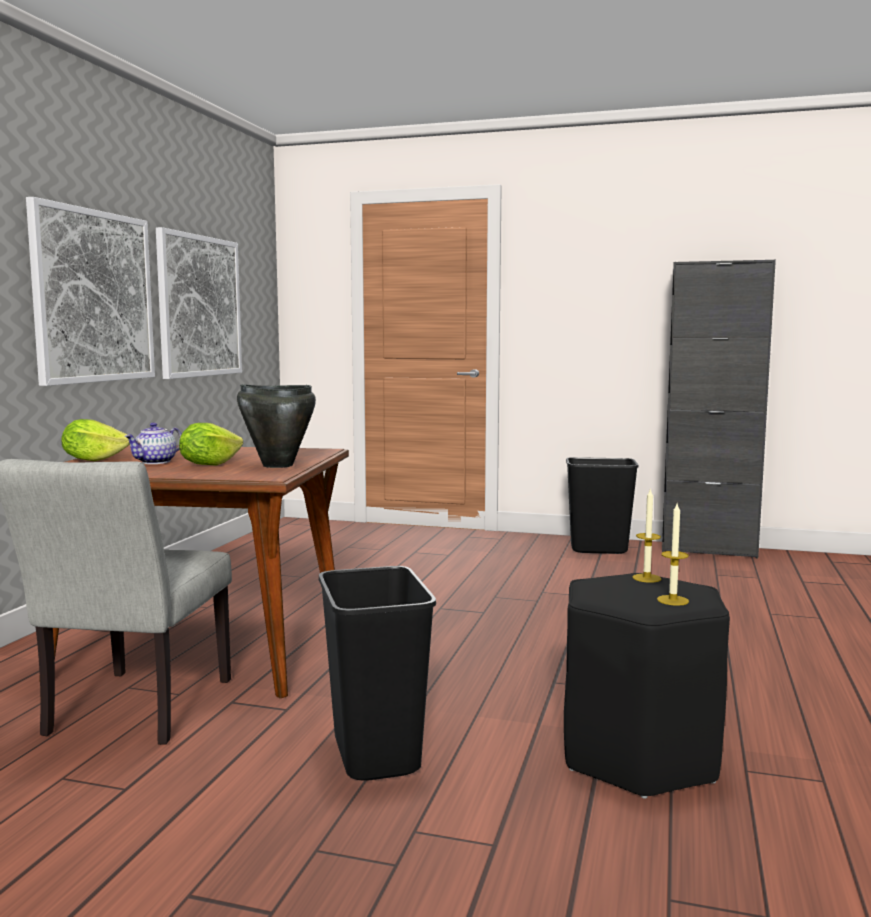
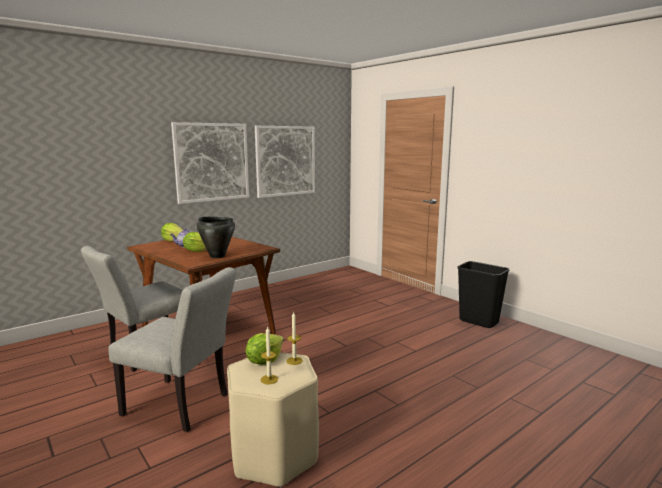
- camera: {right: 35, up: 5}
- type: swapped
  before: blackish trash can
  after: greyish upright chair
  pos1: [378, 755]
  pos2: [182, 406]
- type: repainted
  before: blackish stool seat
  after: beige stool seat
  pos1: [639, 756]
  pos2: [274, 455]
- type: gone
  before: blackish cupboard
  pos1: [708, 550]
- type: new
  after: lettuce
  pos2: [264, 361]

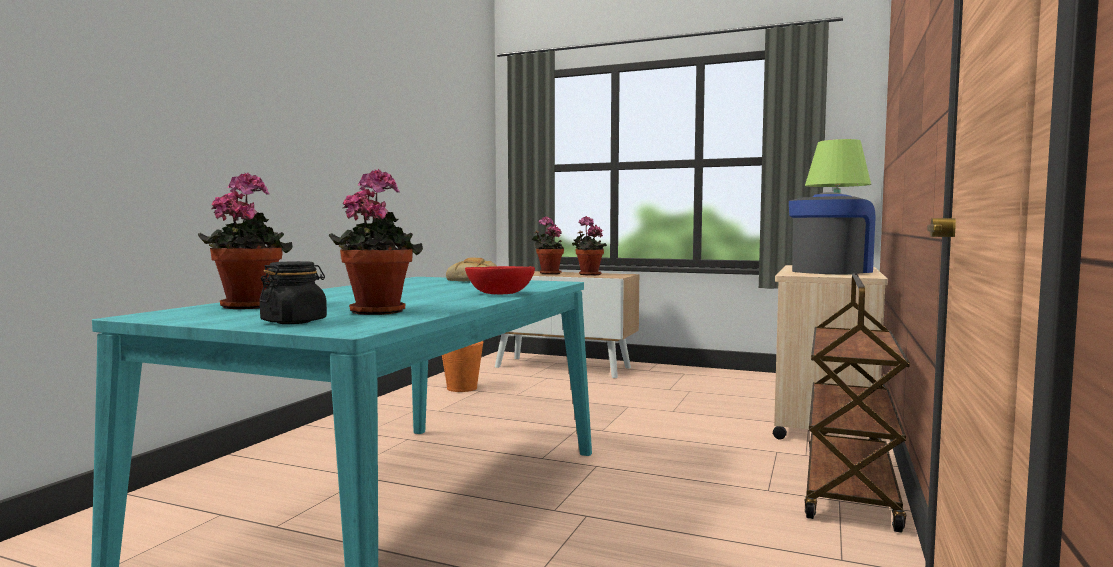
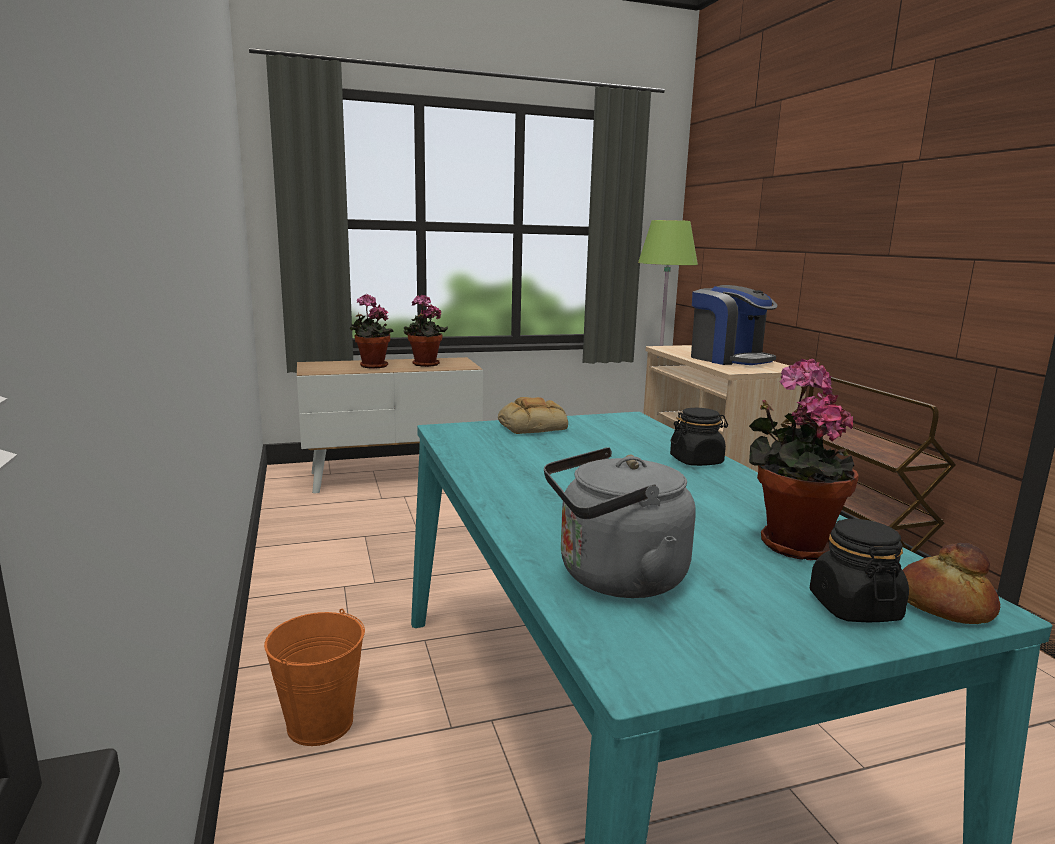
- camera: {right: -40, up: 10}
- type: swapped
  before: plant in a pot
  after: greyish tea kettle
  pos1: [250, 305]
  pos2: [614, 578]
- type: shifted
  before: orange water bucket
  pos1: [461, 388]
  pos2: [319, 723]
- type: swapped
  before: red deep dish
  after: blackish storage jar
  pos1: [499, 293]
  pos2: [696, 461]
- type: rotated
  before: coffee brewer
  pos1: [831, 271]
  pos2: [728, 359]
  turn: 135
- type: new
  after: bread
  pos2: [943, 605]

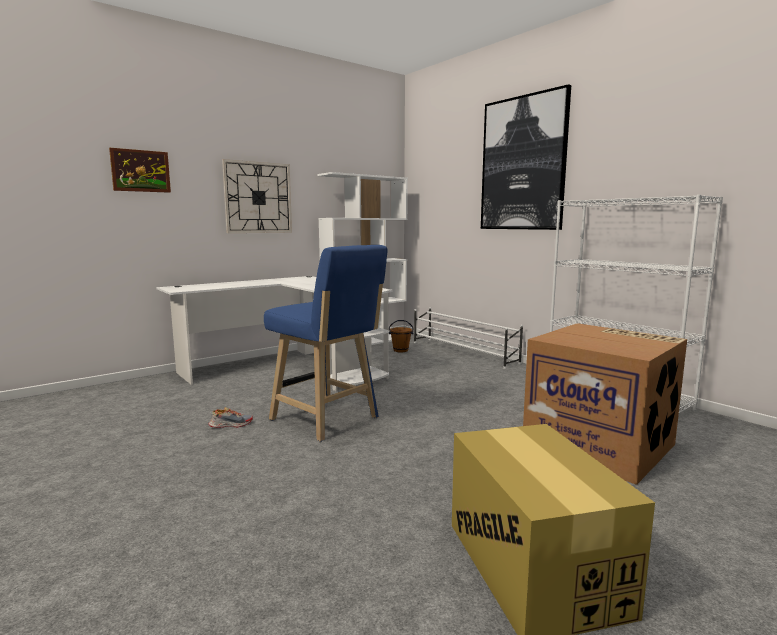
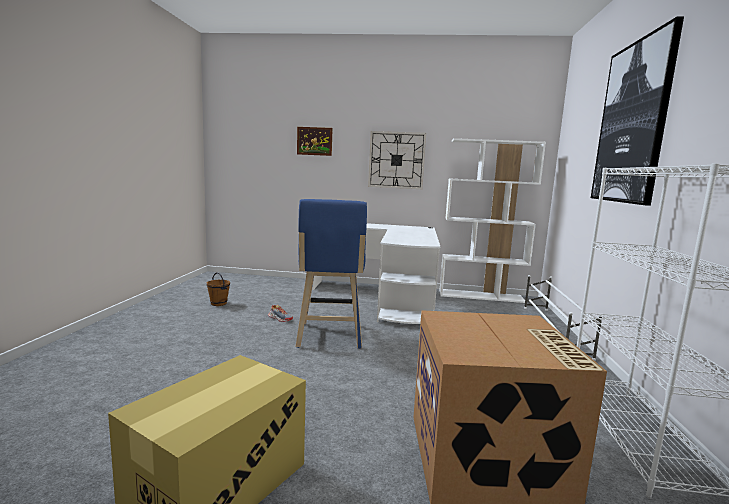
- camera: {right: 45, up: 0}
- type: shifted
  before: brown water bucket
  pos1: [400, 350]
  pos2: [219, 303]

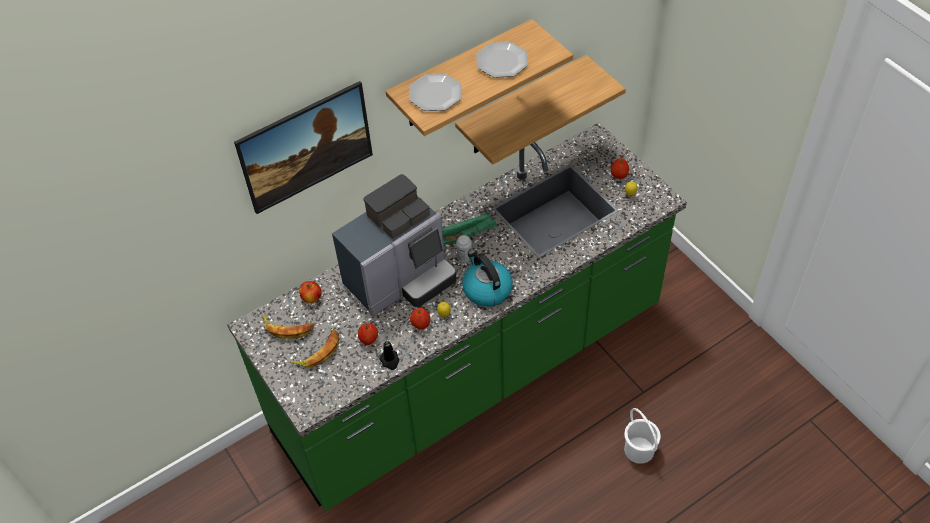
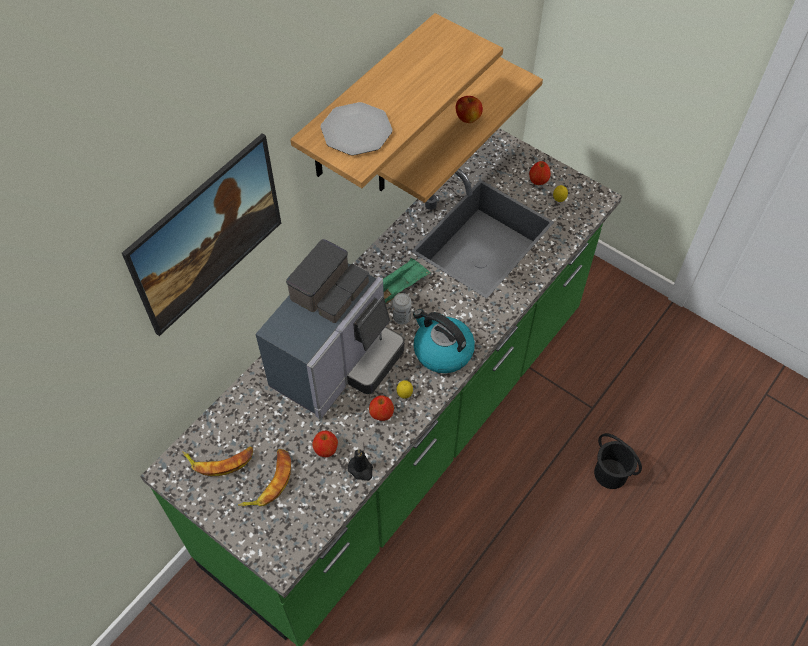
- camera: {right: -20, up: 5}
- type: shifted
  before: whole apple
  pos1: [312, 298]
  pos2: [468, 118]
- type: gone
  before: plate
  pos1: [502, 61]
- type: repainted
  before: white-coloured water bucket
  after: blackish water bucket
  pos1: [639, 449]
  pos2: [610, 473]

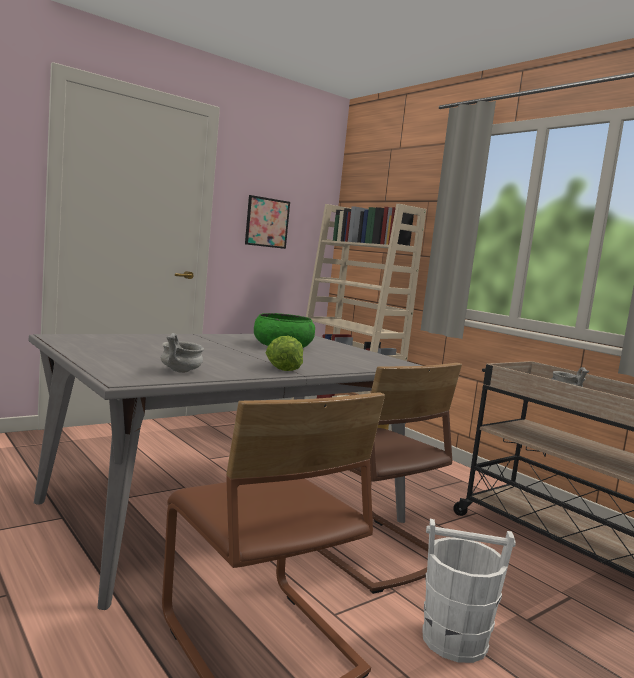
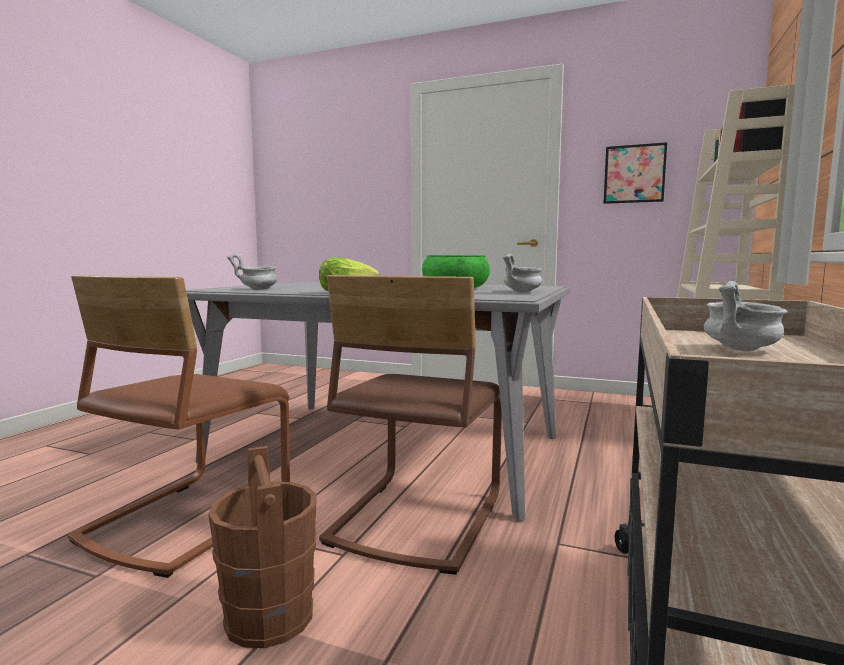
- camera: {right: 60, up: 0}
- type: repainted
  before: white-coloured water bucket
  after: brown water bucket
  pos1: [455, 640]
  pos2: [269, 617]
- type: new
  after: greyish deep dish
  pos2: [522, 292]

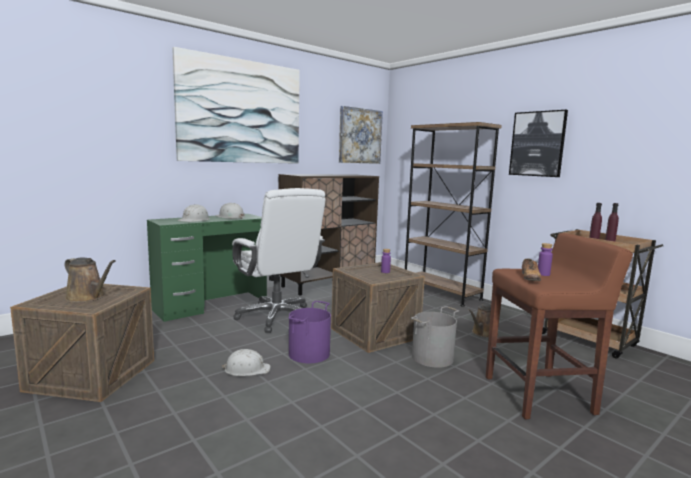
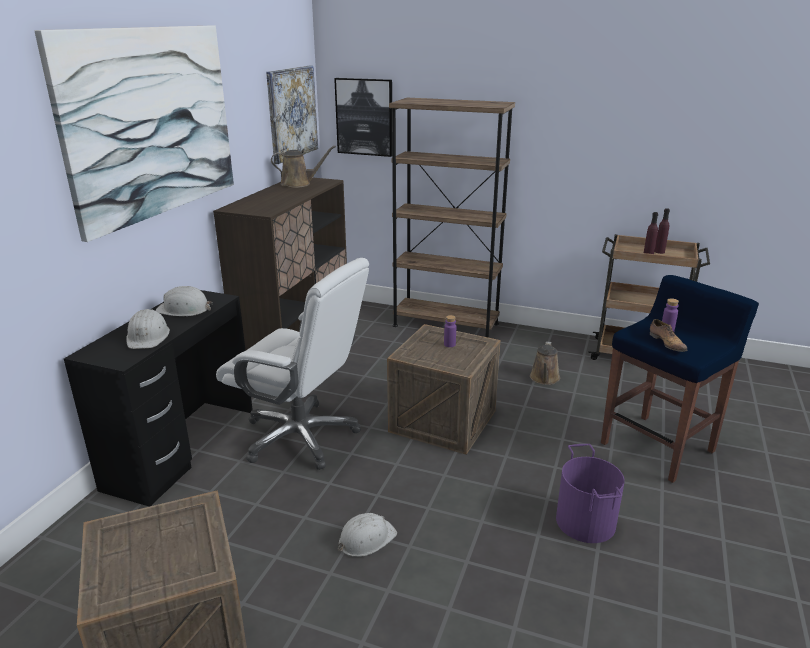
- camera: {right: -30, up: 15}
- type: shifted
  before: brown sprinkling can
  pos1: [88, 297]
  pos2: [299, 184]
- type: repainted
  before: green desk unit
  after: blackish desk unit
  pos1: [211, 305]
  pos2: [181, 447]
- type: shifted
  before: purplish water bucket
  pos1: [309, 354]
  pos2: [586, 521]
- type: gone
  before: greyish water bucket
  pos1: [433, 358]
- type: repainted
  before: brown stool seat
  after: blue-coloured stool seat
  pos1: [540, 395]
  pos2: [658, 447]
- type: shifted
  before: wall picture
  pos1: [537, 144]
  pos2: [364, 117]

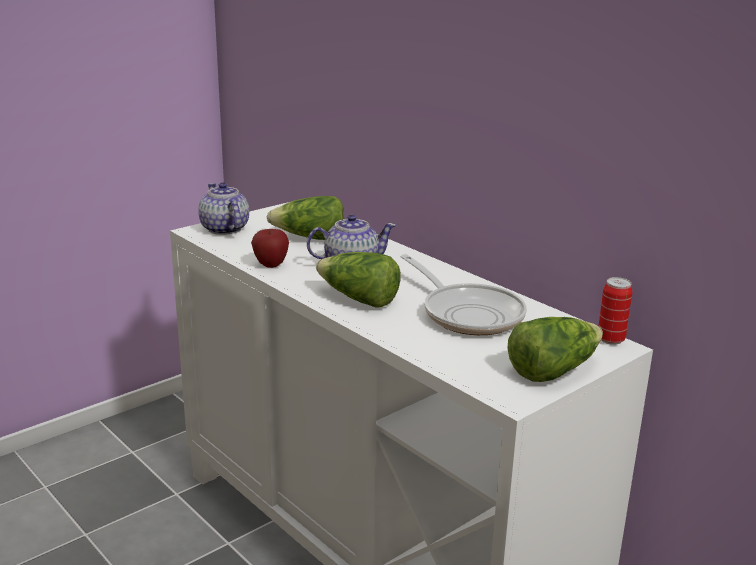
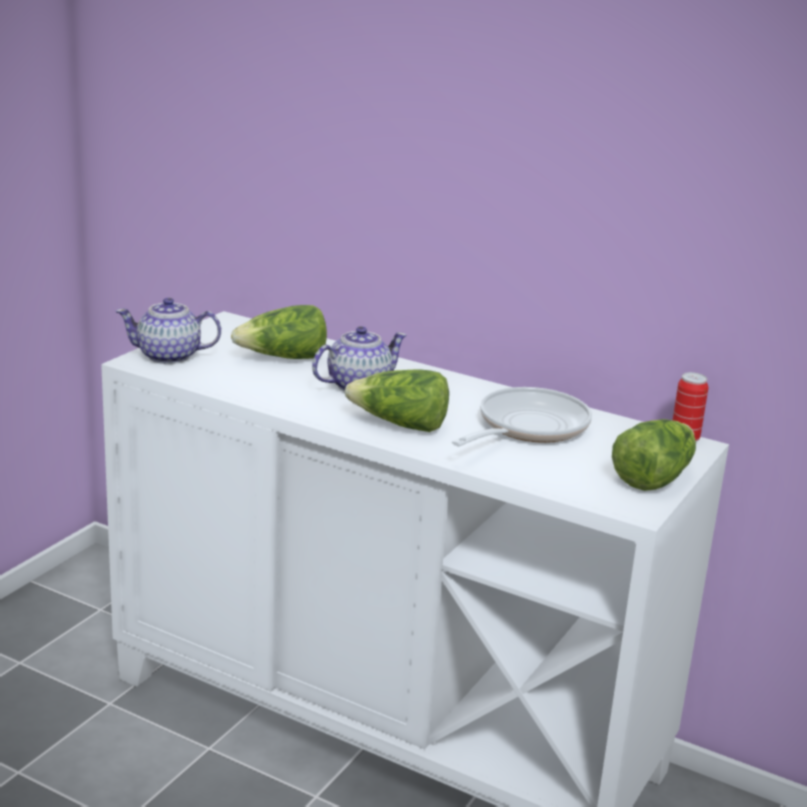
- camera: {right: -20, up: 0}
- type: rotated
  before: teapot
  pos1: [224, 229]
  pos2: [169, 356]
  turn: -45
- type: gone
  before: whole apple
  pos1: [271, 265]
- type: rotated
  before: pan
  pos1: [468, 313]
  pos2: [527, 427]
  turn: -90

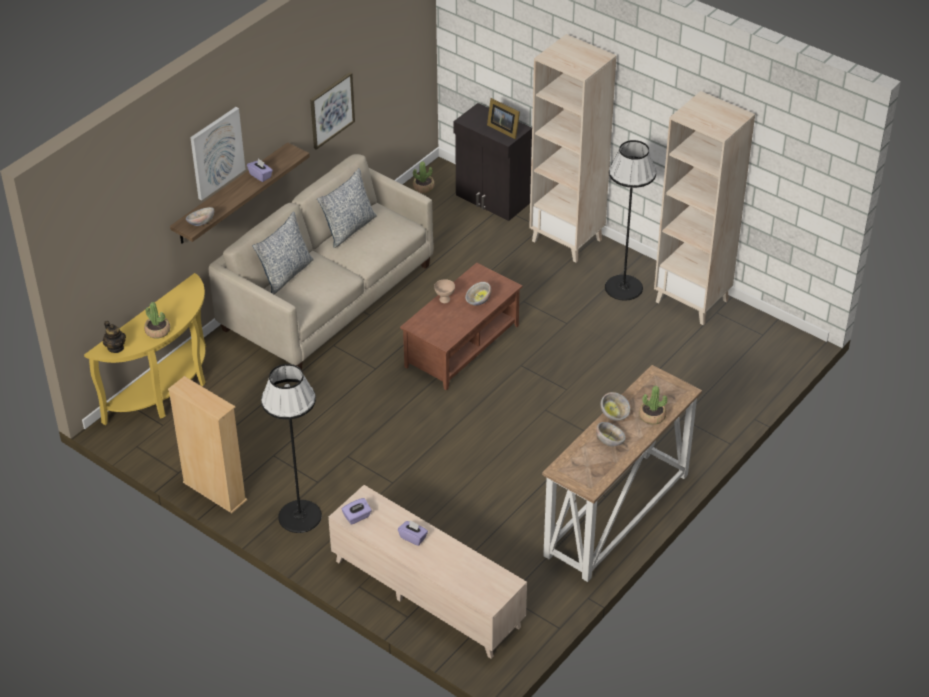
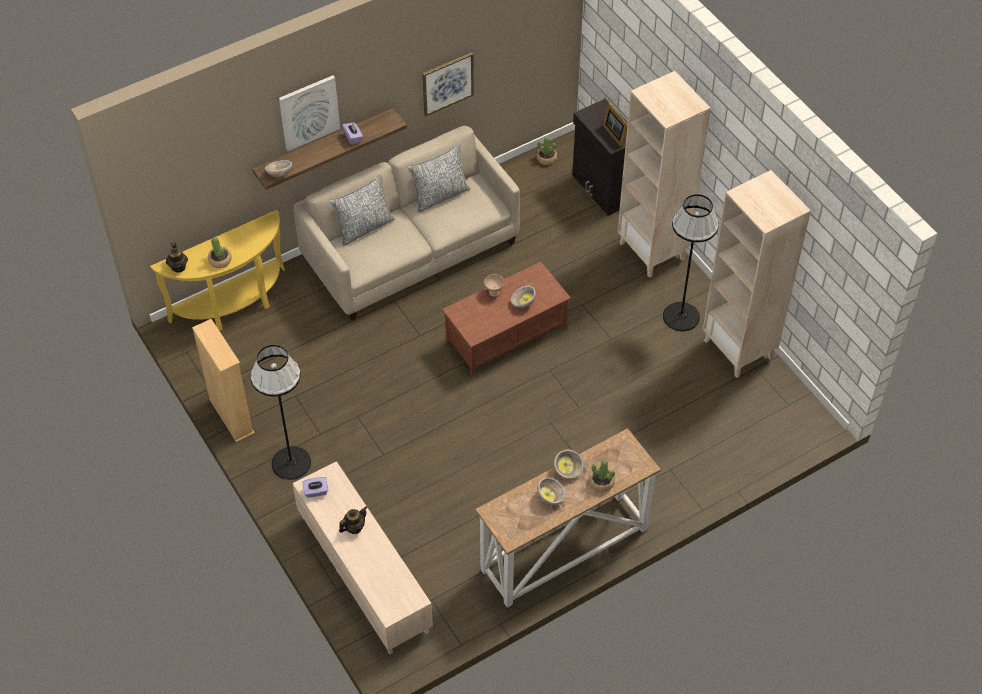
- camera: {right: 20, up: 10}
- type: swapped
  before: purplish box of tissues
  after: teapot
  pos1: [413, 537]
  pos2: [354, 527]

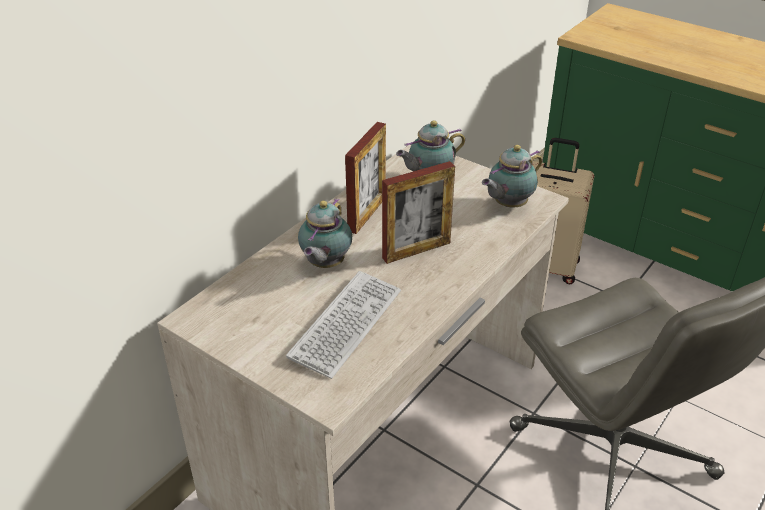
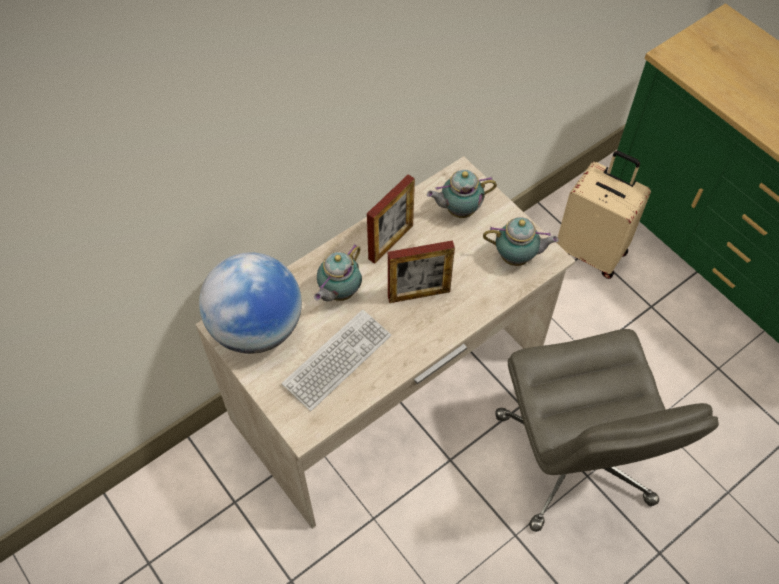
- camera: {right: 15, up: 20}
- type: rotated
  before: teapot
  pos1: [508, 205]
  pos2: [517, 258]
  turn: -150
- type: new
  after: globe
  pos2: [256, 327]

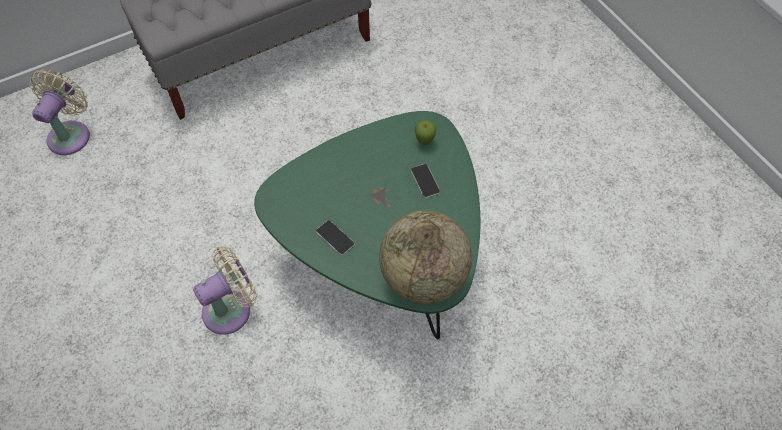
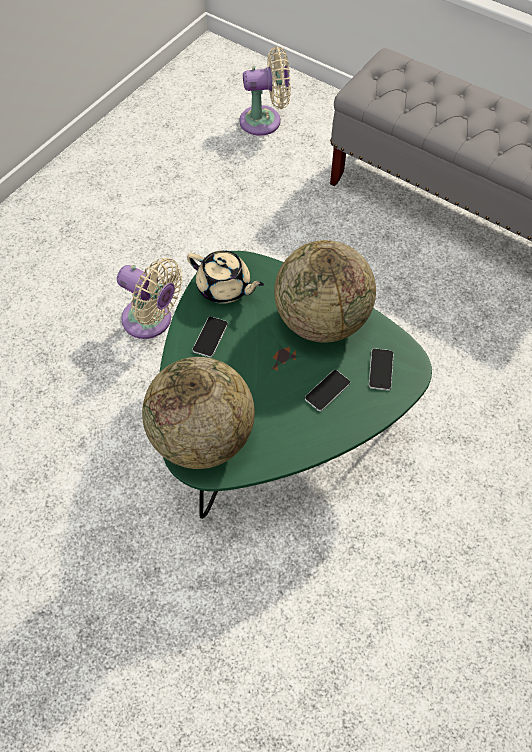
- camera: {right: 65, up: 0}
- type: swapped
  before: whole apple
  after: handset
  pos1: [424, 142]
  pos2: [381, 369]
- type: new
  after: beige teapot
  pos2: [225, 288]
- type: new
  after: globe
  pos2: [321, 320]

